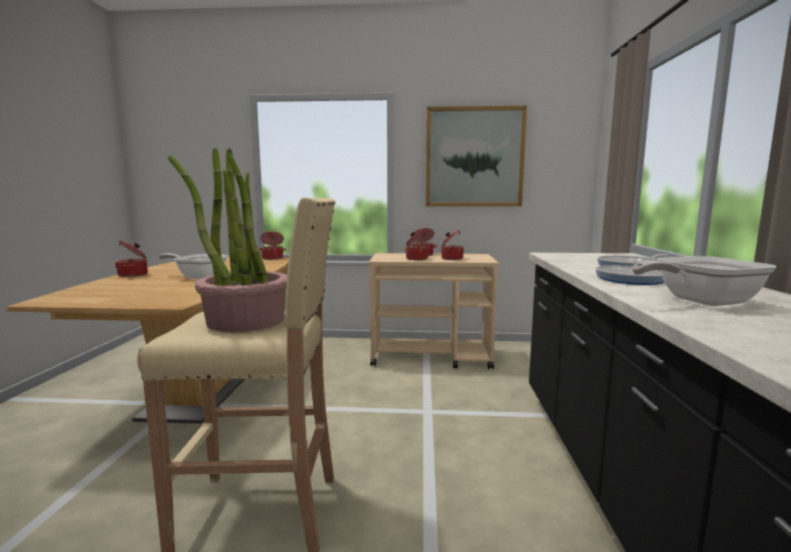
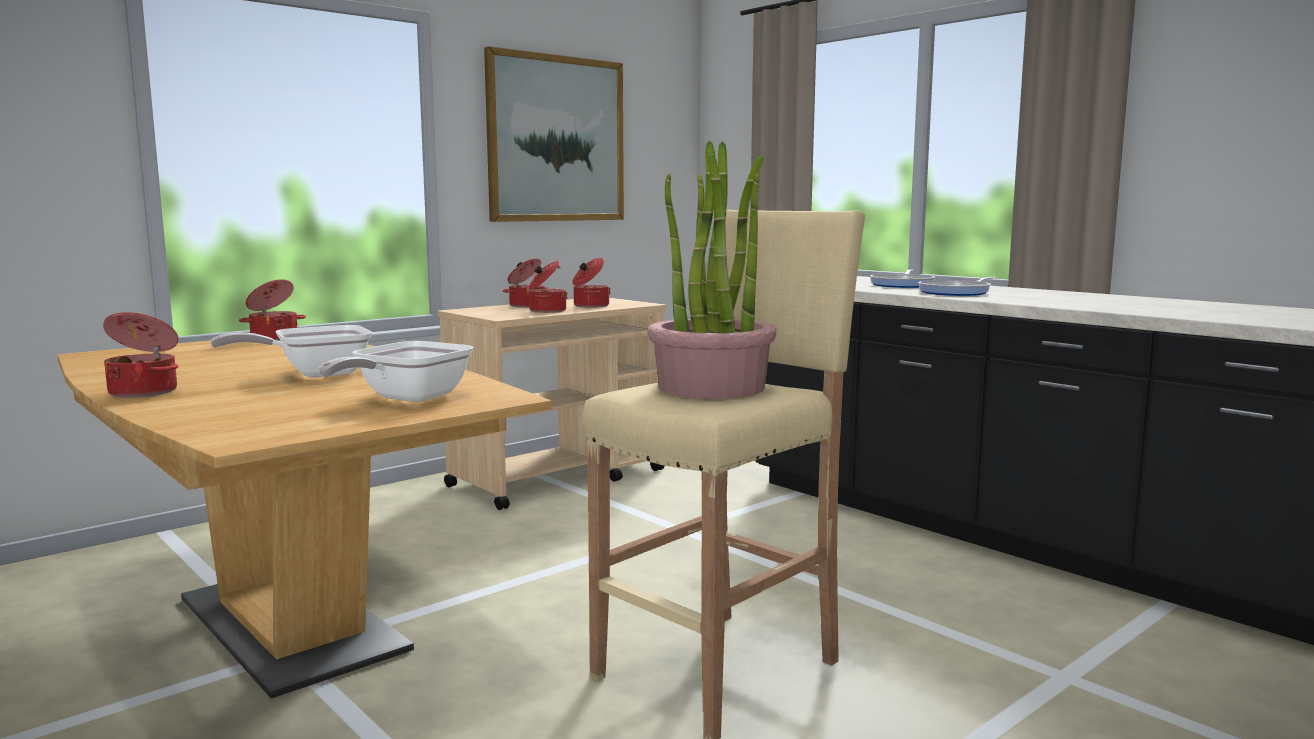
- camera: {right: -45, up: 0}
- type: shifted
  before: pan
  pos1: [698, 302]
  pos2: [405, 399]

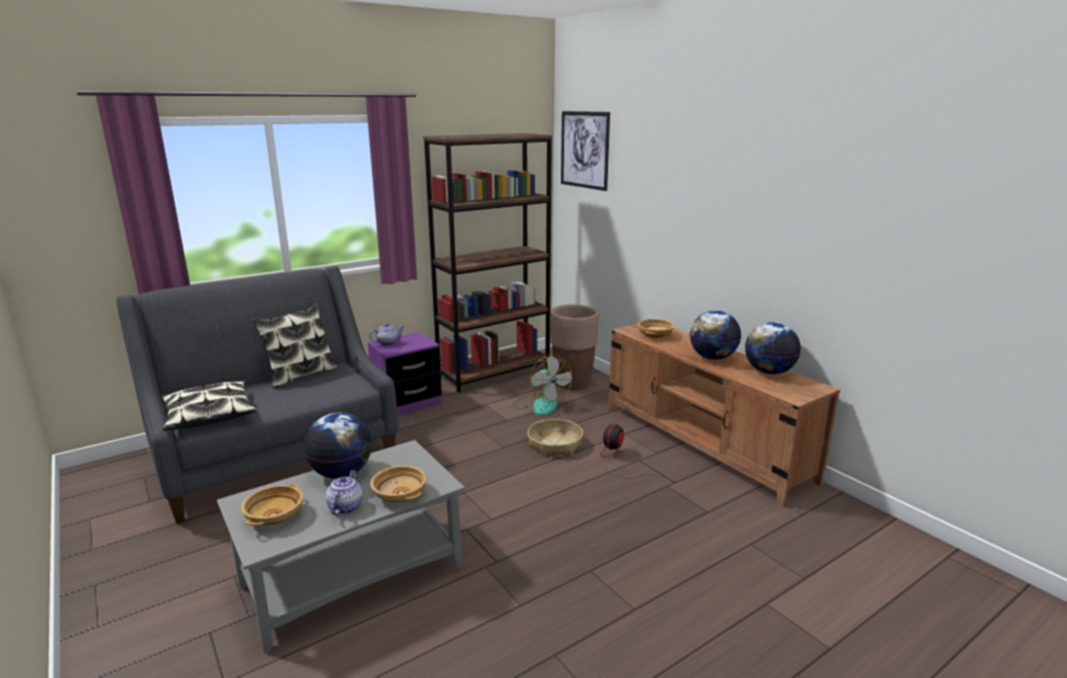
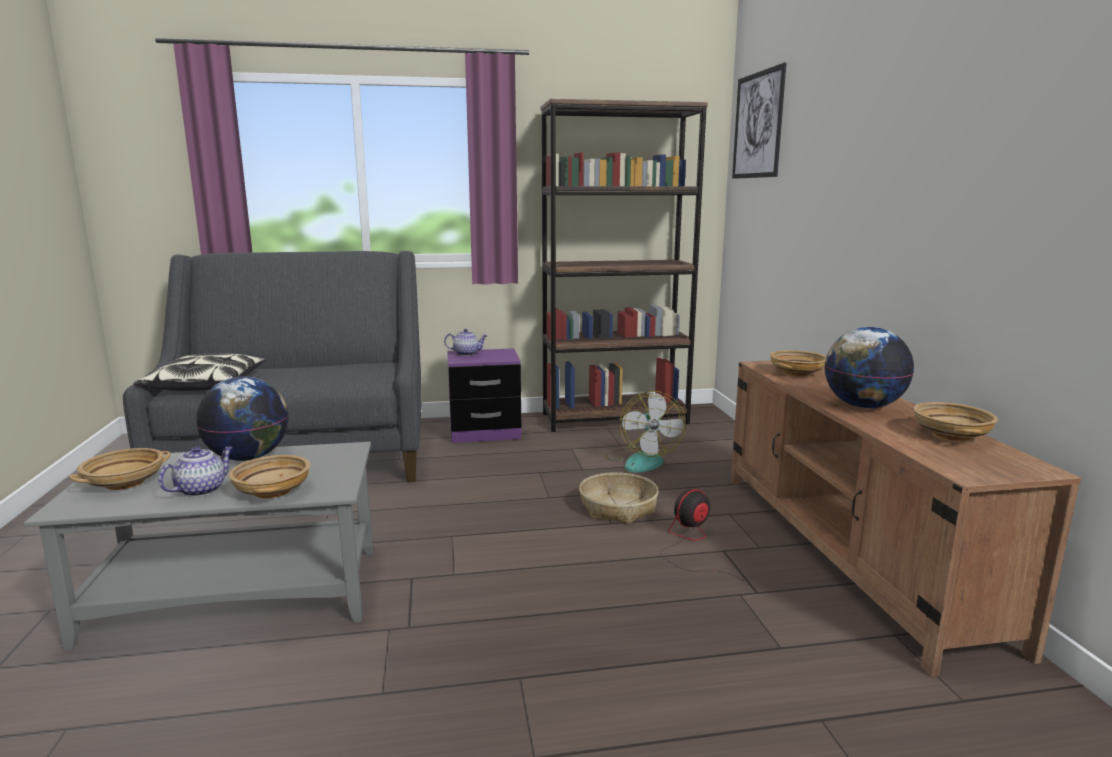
- camera: {right: 25, up: -5}
- type: gone
  before: cushion
  pos1: [300, 375]
- type: gone
  before: brown plant pot
  pos1: [573, 383]
- type: swapped
  before: globe
  after: beige deep dish
  pos1: [769, 372]
  pos2: [950, 435]

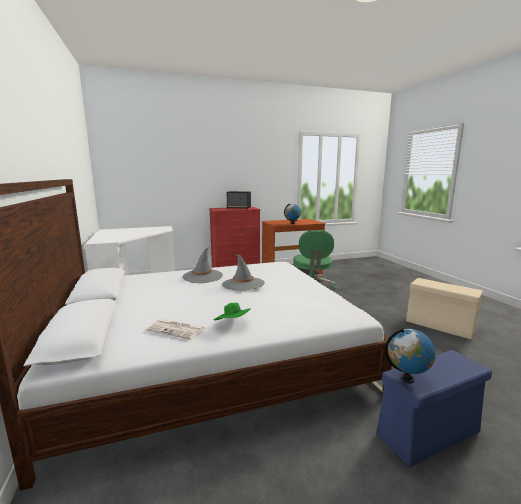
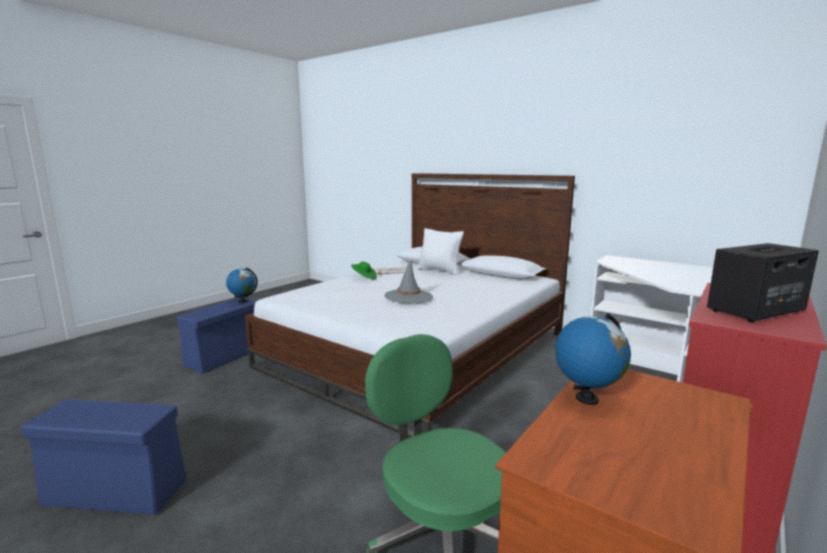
- camera: {right: 145, up: 0}
- type: gone
  before: greyish hat
  pos1: [202, 276]
- type: repainted
  before: beige storage container
  after: blue-coloured storage container
  pos1: [440, 326]
  pos2: [113, 492]
- type: new
  after: white-coloured cushion
  pos2: [439, 271]

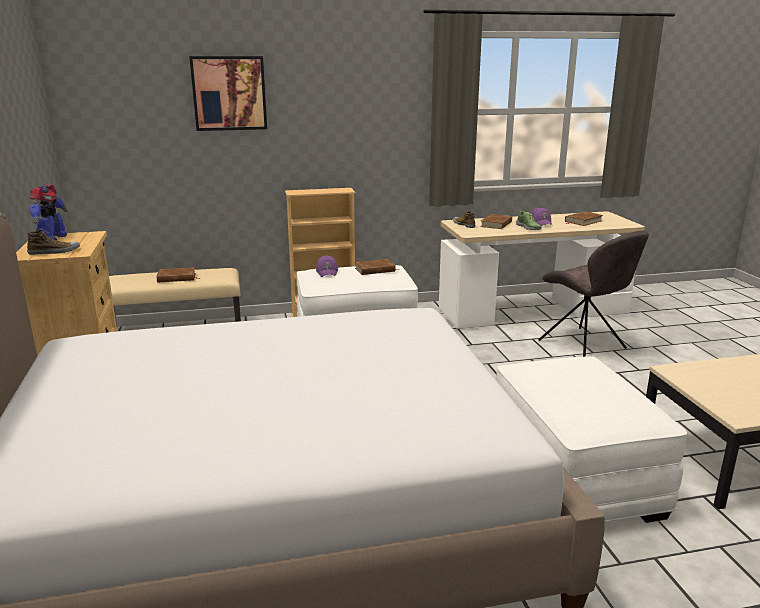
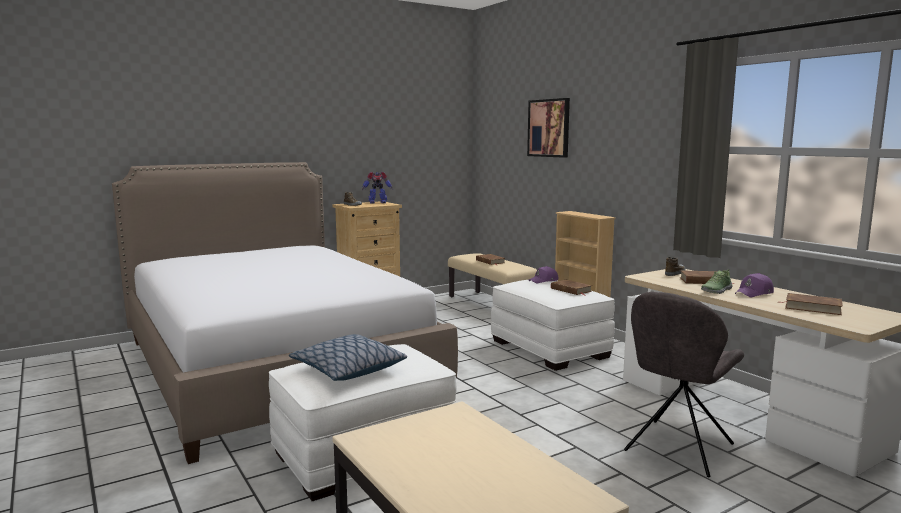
- camera: {right: 70, up: -10}
- type: new
  after: cushion
  pos2: [348, 369]

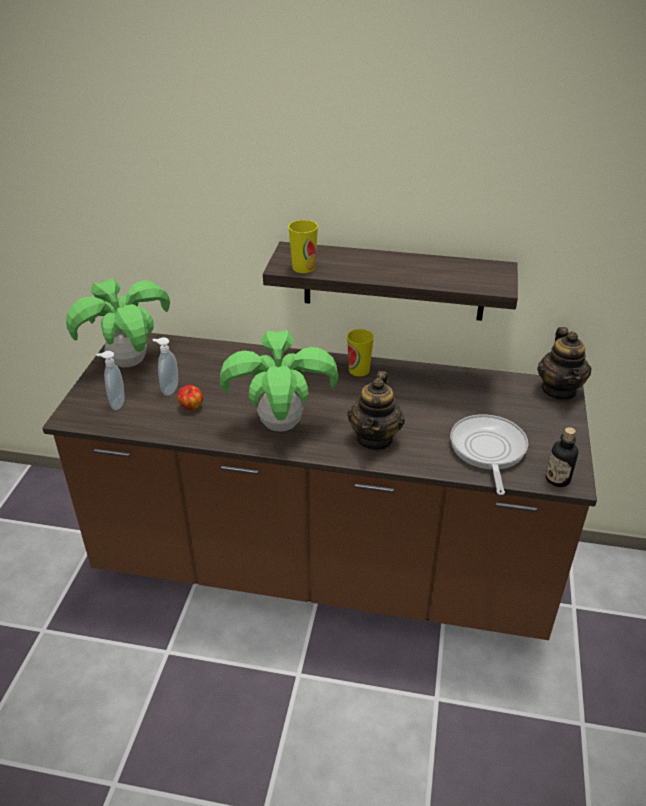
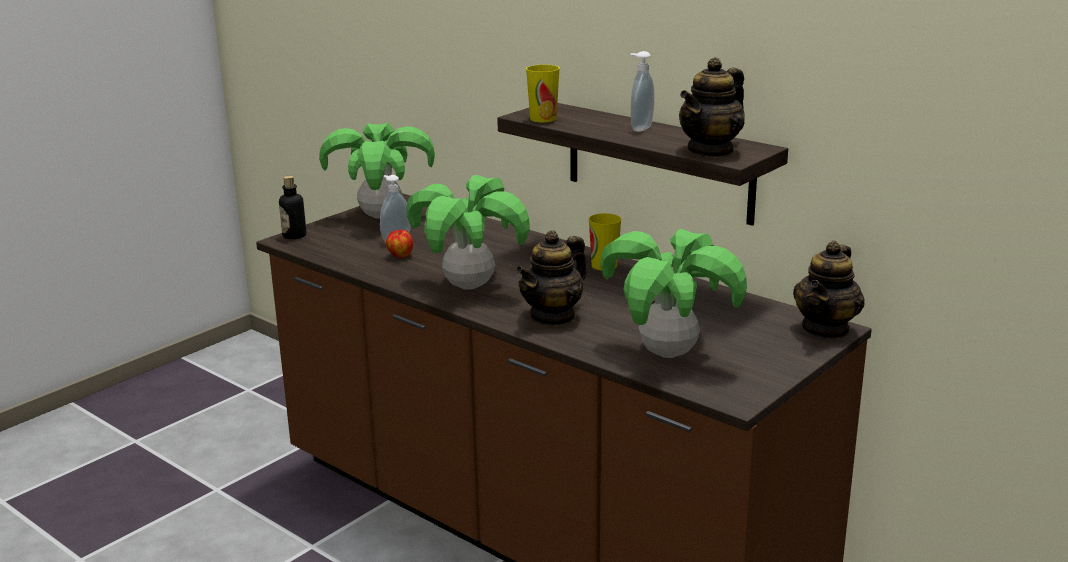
- camera: {right: 30, up: -15}
- type: shifted
  before: liquid soap bottle
  pos1: [116, 403]
  pos2: [640, 128]
- type: swapped
  before: pan
  after: plant in a pot
  pos1: [488, 450]
  pos2: [667, 353]
- type: shifted
  before: bottle
  pos1: [557, 479]
  pos2: [294, 236]
- type: new
  after: teapot
  pos2: [711, 151]

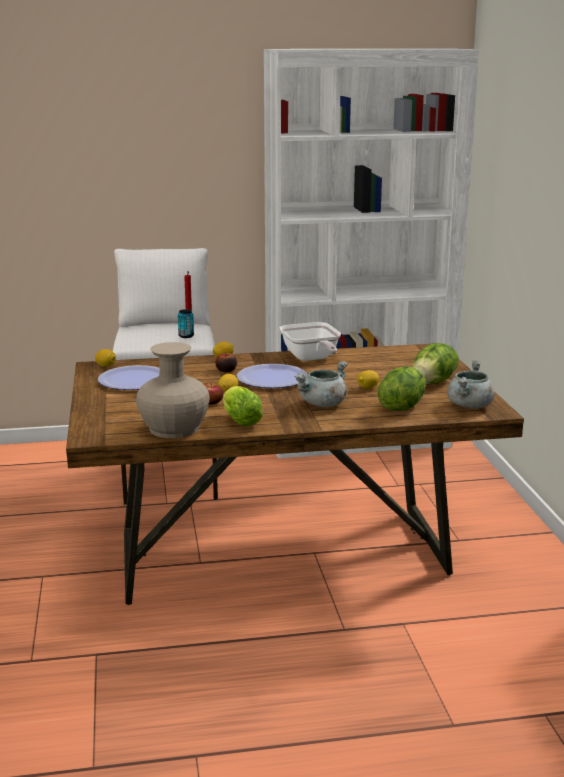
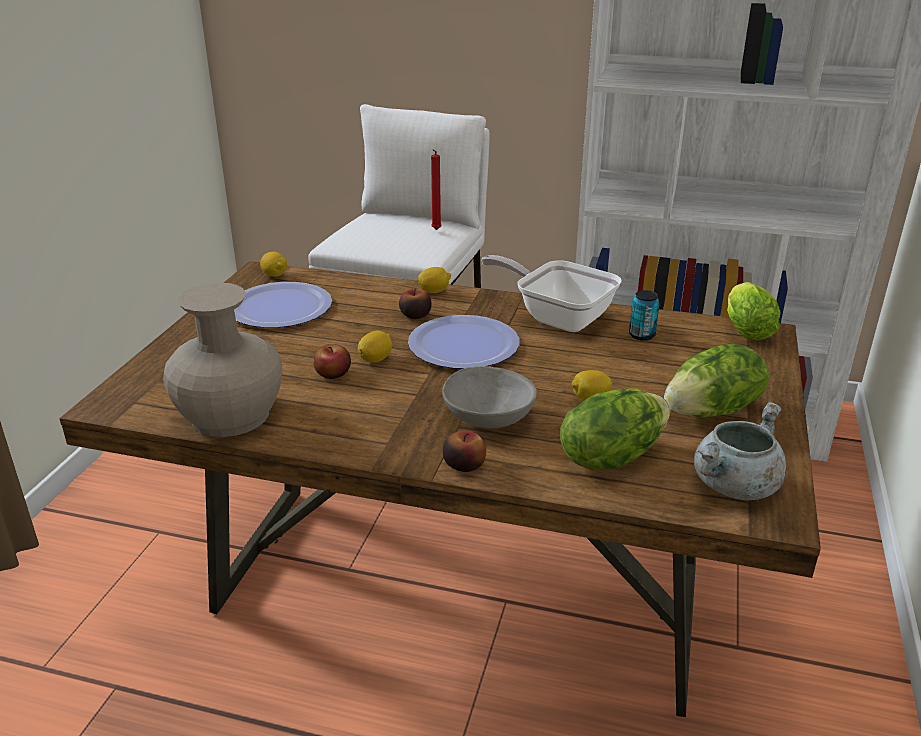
- camera: {right: 25, up: 10}
- type: shifted
  before: metal can
  pos1: [186, 336]
  pos2: [642, 335]
- type: shifted
  before: lettuce
  pos1: [239, 420]
  pos2: [745, 329]
- type: rotated
  before: pan
  pos1: [311, 358]
  pos2: [557, 317]
  turn: 120
- type: swapped
  before: greyish saucepot
  after: greyish deep dish
  pos1: [322, 404]
  pos2: [487, 418]
- type: new
  after: whole apple
  pos2: [464, 464]

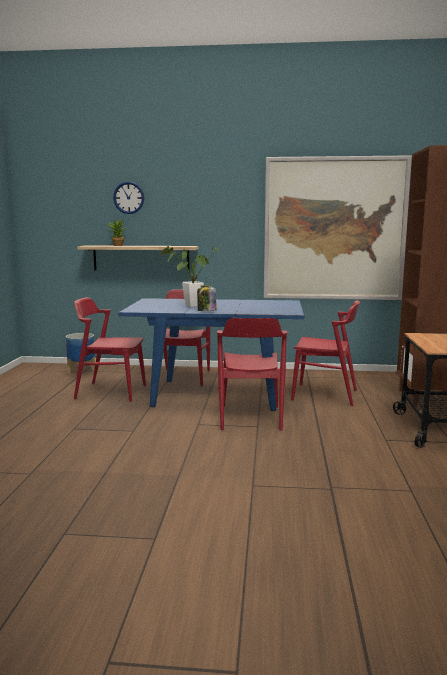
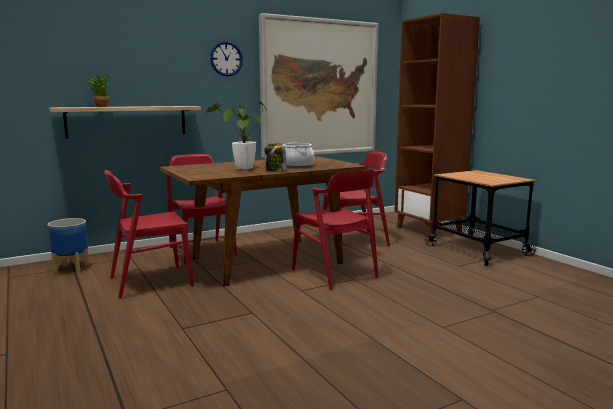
- camera: {right: -35, up: 0}
- type: shifted
  before: wall clock
  pos1: [128, 198]
  pos2: [226, 58]
- type: repainted
  before: blue-coloured dining table
  after: brown dining table
  pos1: [215, 394]
  pos2: [265, 261]
- type: new
  after: saucepot
  pos2: [297, 166]

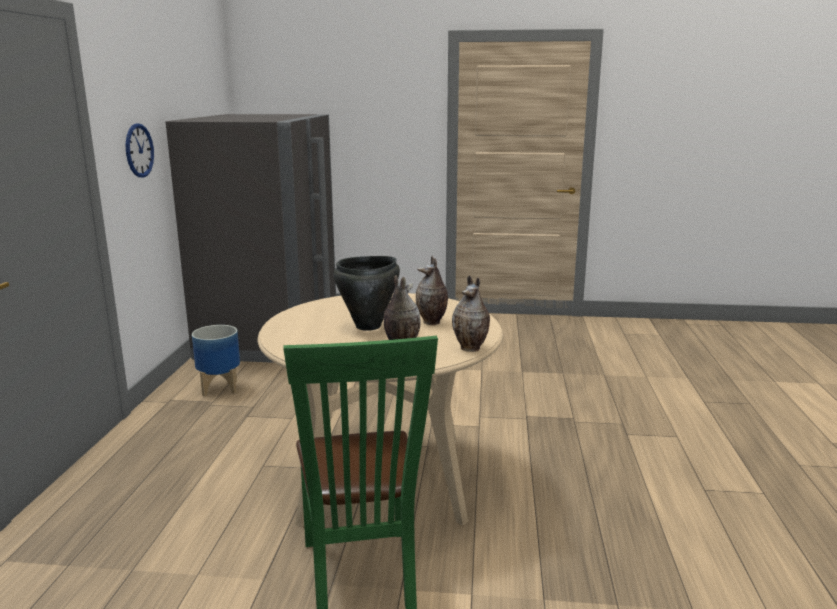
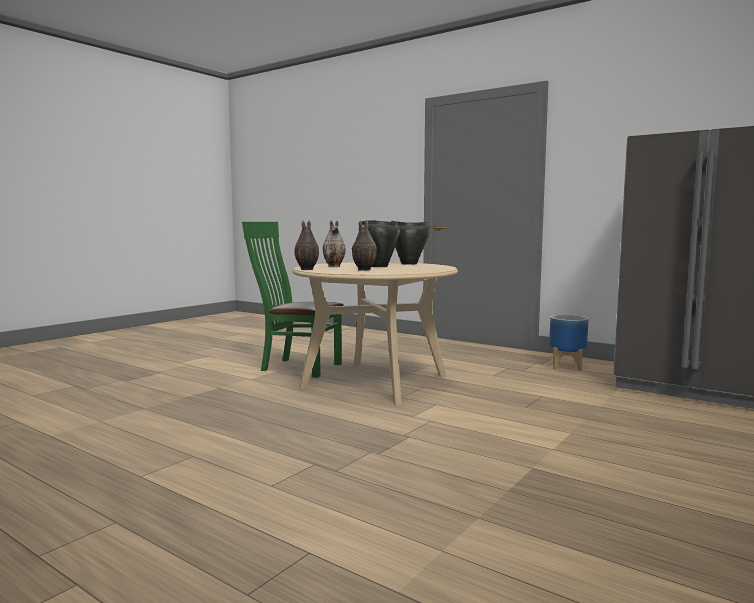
- camera: {right: 120, up: -10}
- type: gone
  before: wall clock
  pos1: [139, 150]
- type: new
  after: blackish saucepot
  pos2: [408, 264]

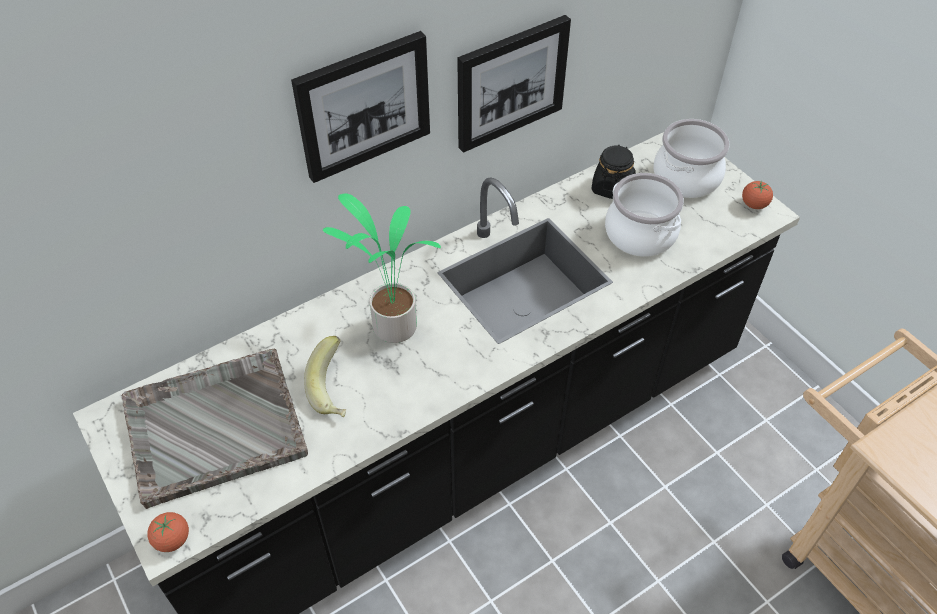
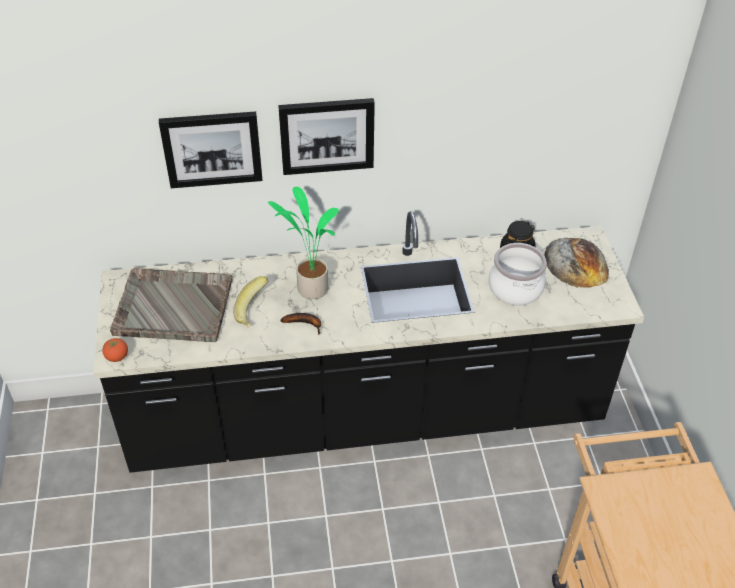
- camera: {right: 25, up: -5}
- type: shifted
  before: wall picture
  pos1: [510, 82]
  pos2: [212, 148]
- type: swapped
  before: saucepot
  after: bread
  pos1: [685, 177]
  pos2: [576, 263]
- type: gone
  before: whole tomato
  pos1: [754, 204]
- type: new
  after: banana
  pos2: [305, 323]

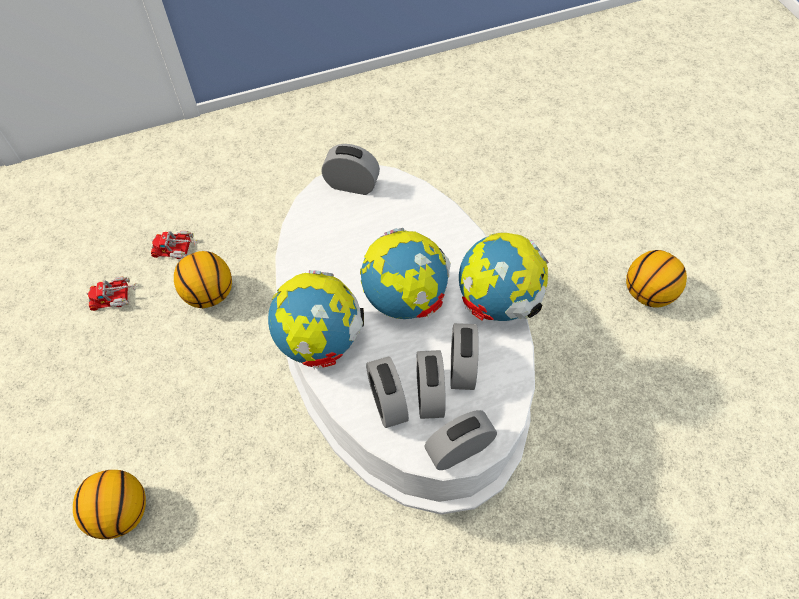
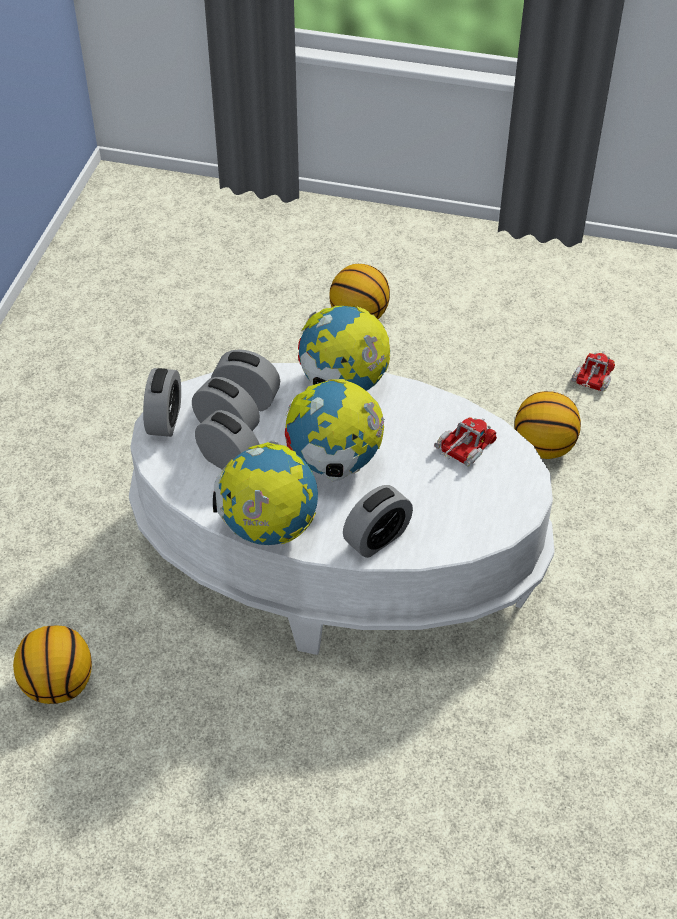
- camera: {right: 125, up: -10}
- type: shifted
  before: toy lorry
  pos1: [178, 249]
  pos2: [462, 450]
- type: shifted
  before: bedside clock
  pos1: [351, 185]
  pos2: [377, 538]
- type: shifted
  before: basketball
  pos1: [647, 293]
  pos2: [59, 684]

